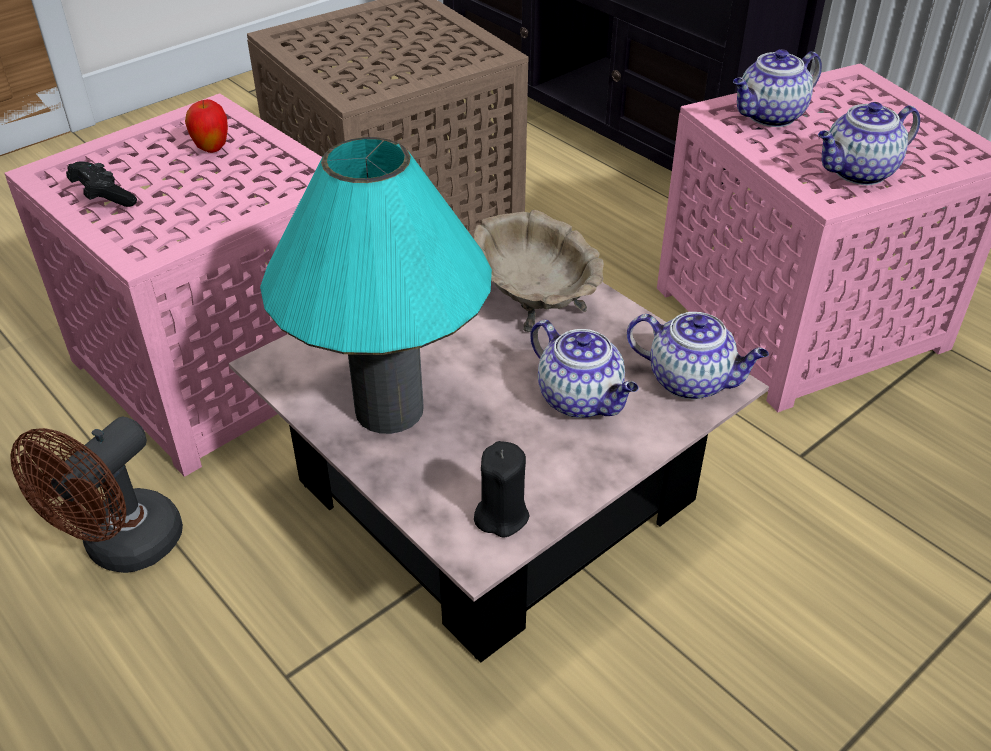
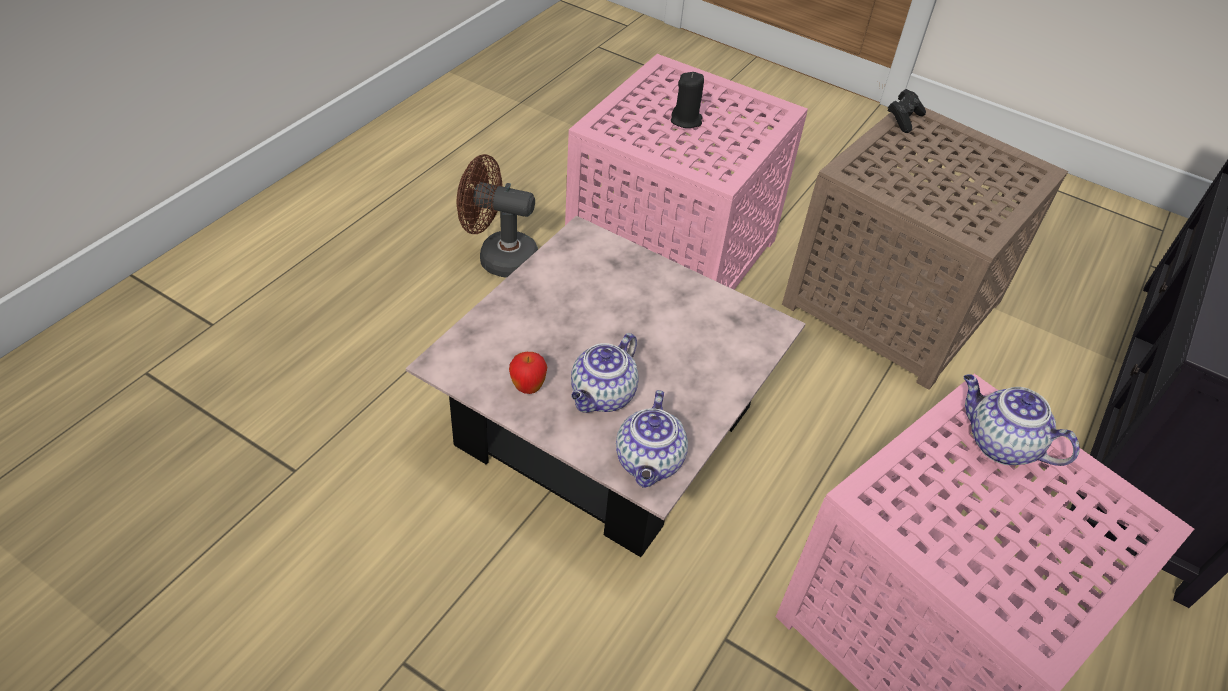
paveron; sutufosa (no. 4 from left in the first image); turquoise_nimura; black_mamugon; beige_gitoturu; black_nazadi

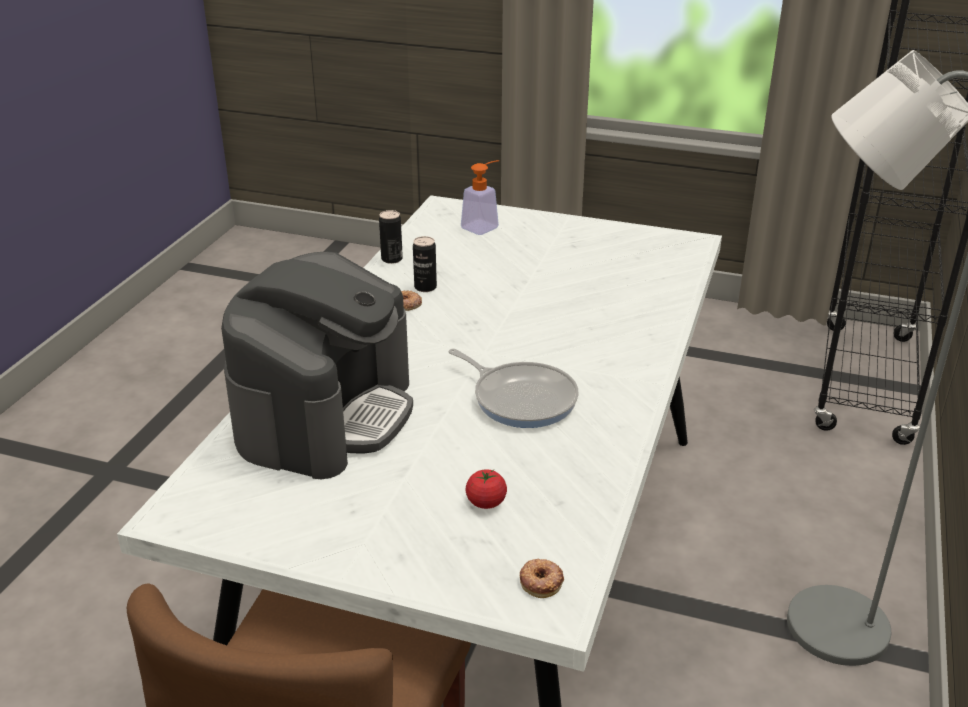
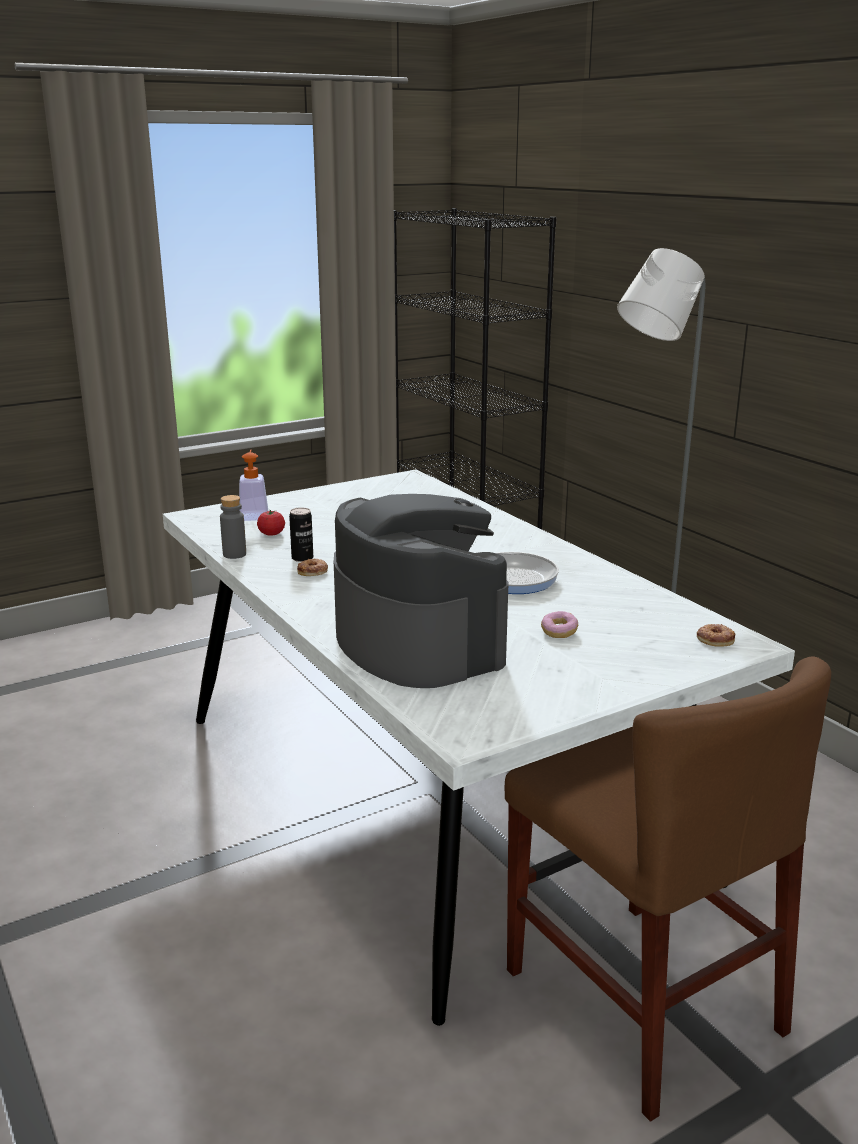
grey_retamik; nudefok; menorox (no. 2 from left)

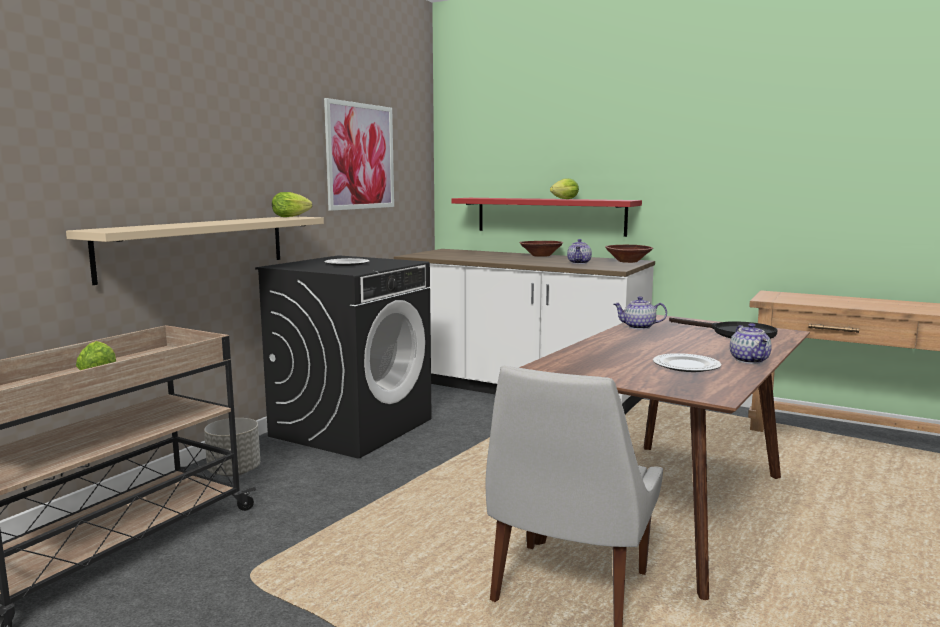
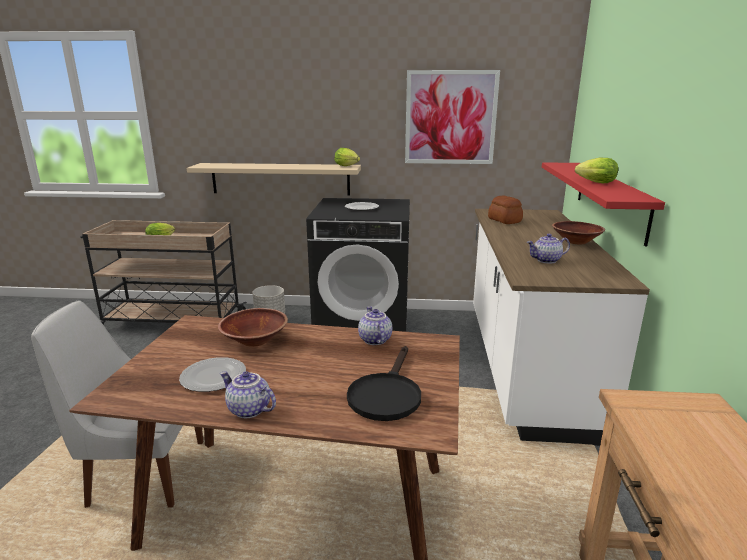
brown_gitoturu (no. 1 from left); sutufosa (no. 1 from left); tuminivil

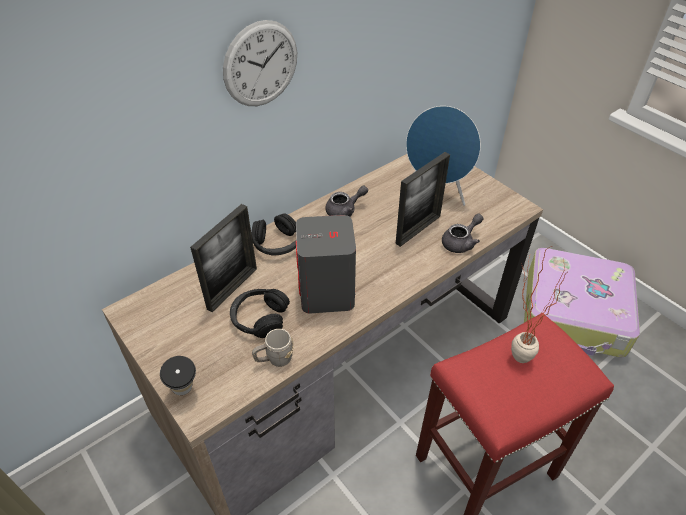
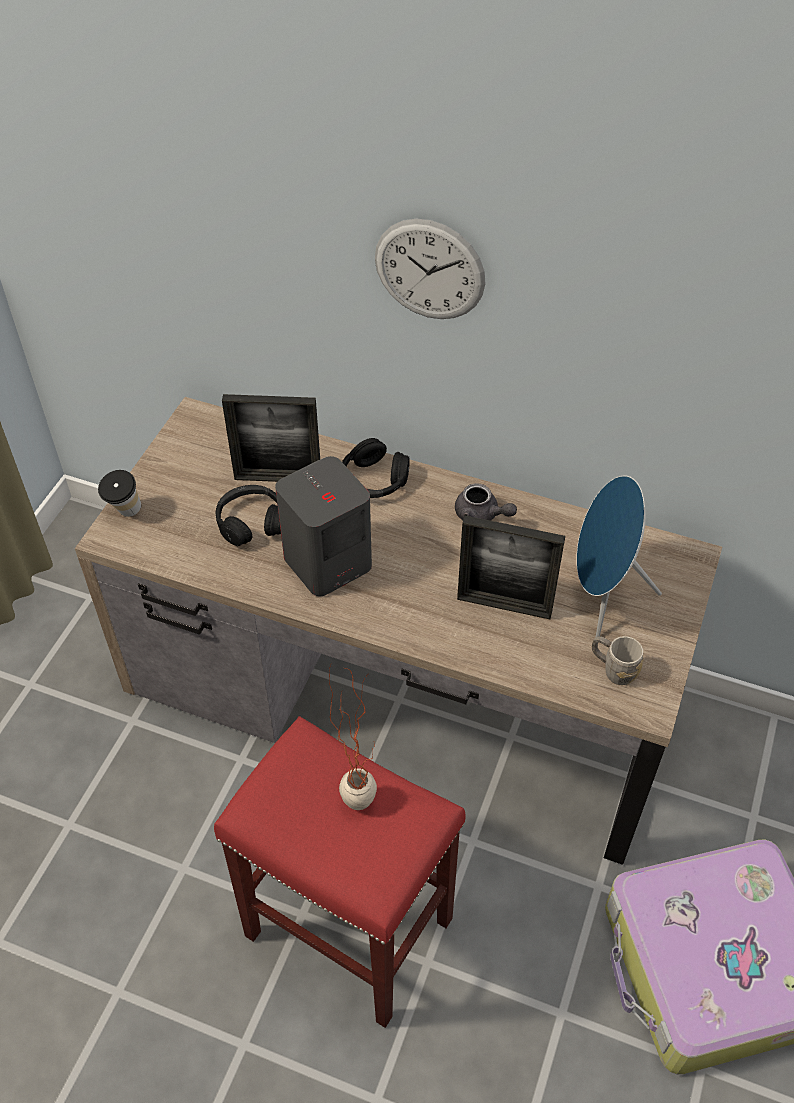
grey_sutufosa (no. 2 from left in the first image); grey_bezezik

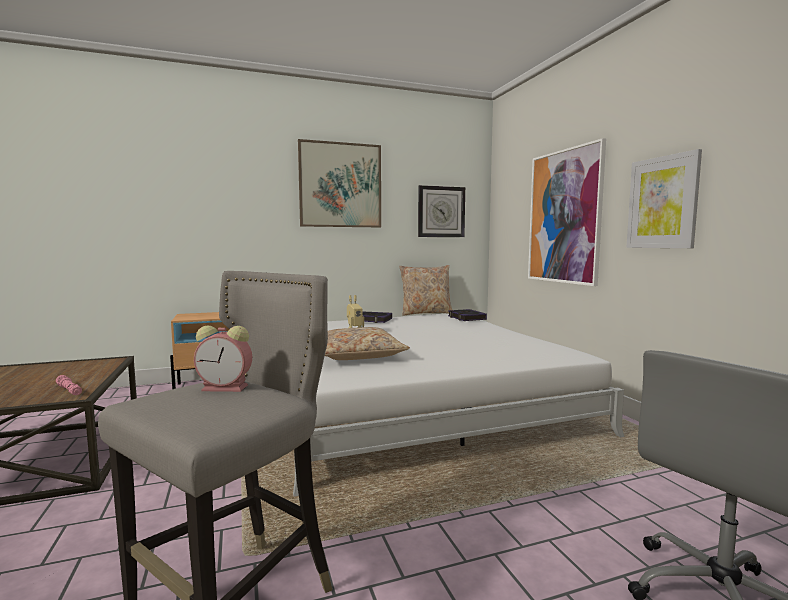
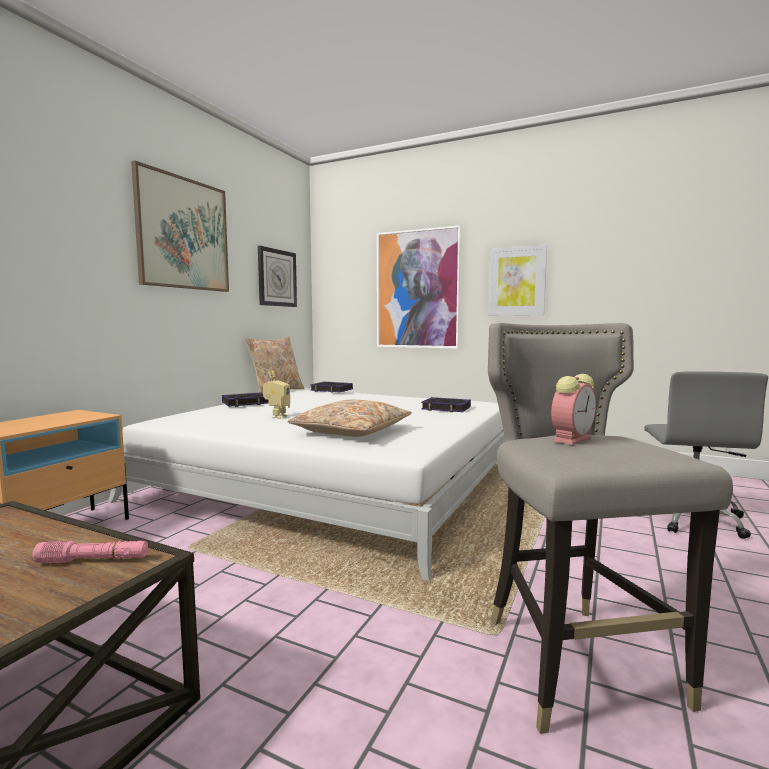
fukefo (no. 3 from left)

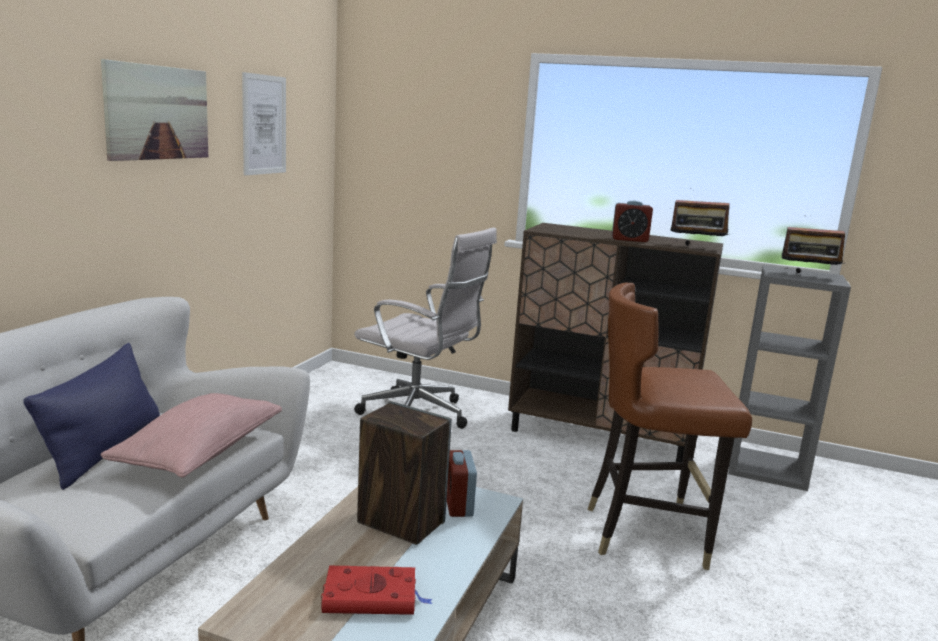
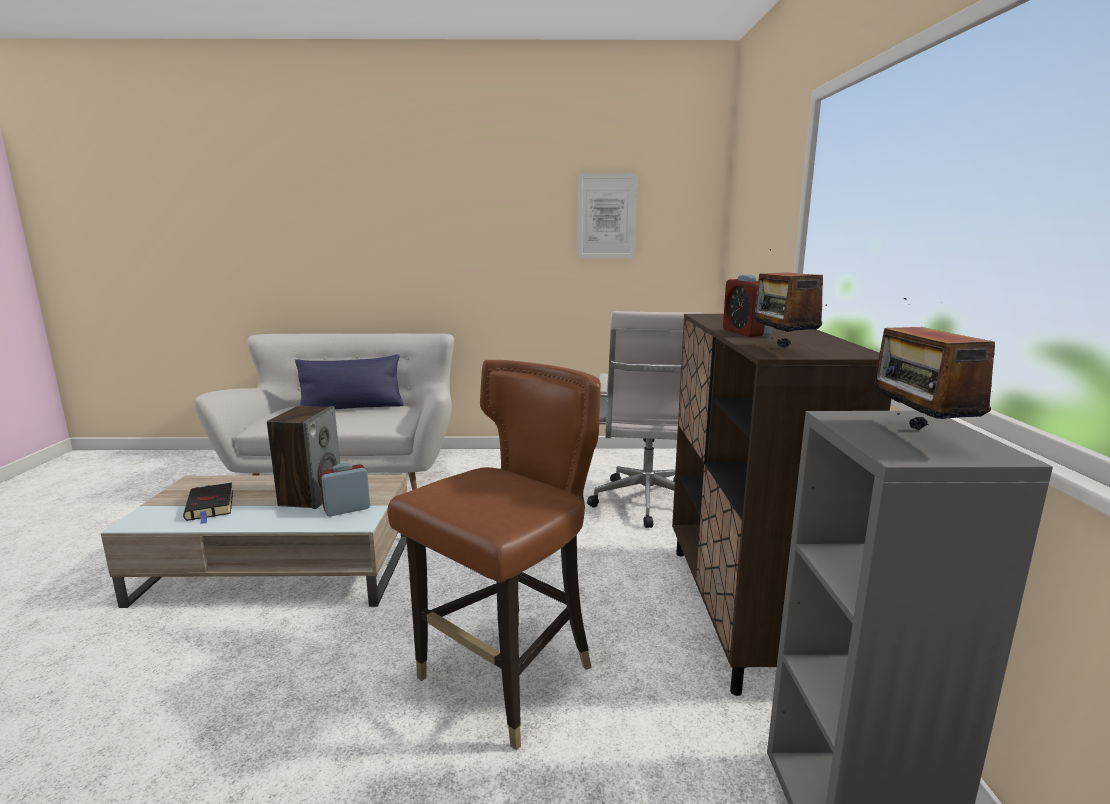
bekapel (no. 1 from left in the first image); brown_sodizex; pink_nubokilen; black_fukefo

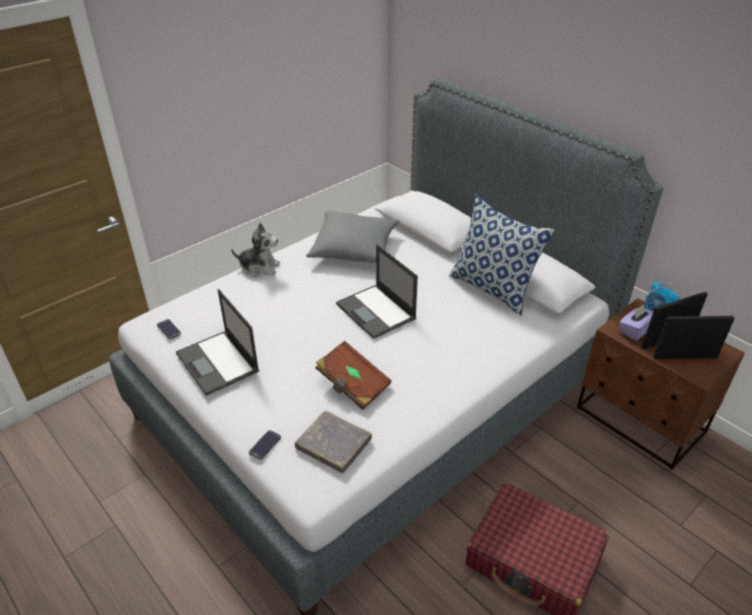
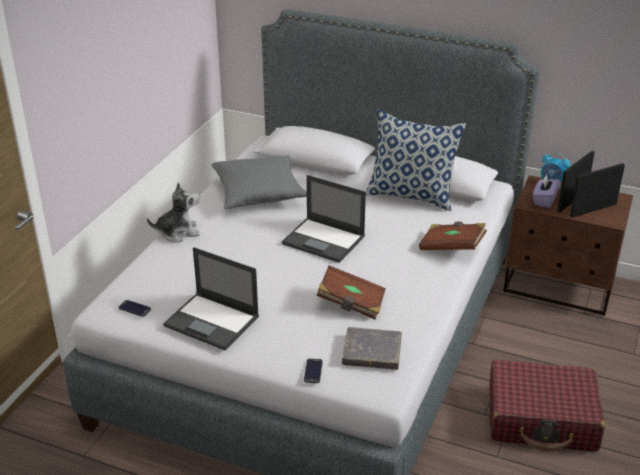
brown_fukefo (no. 2 from left)

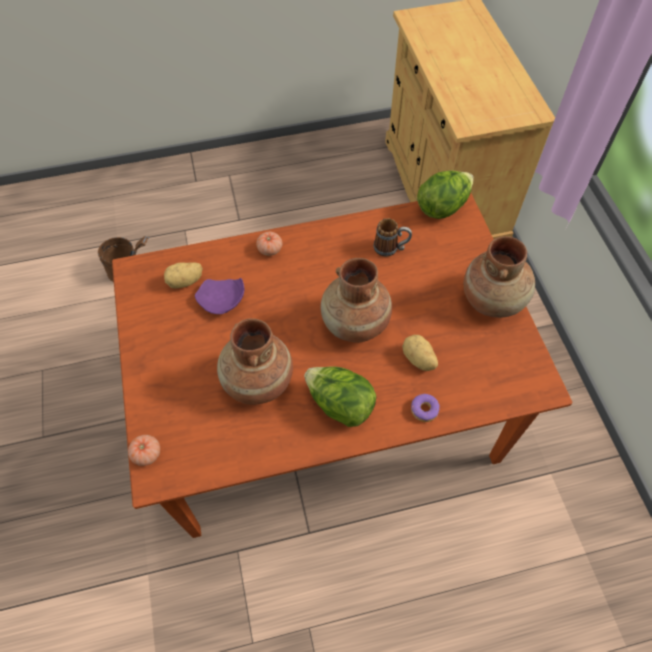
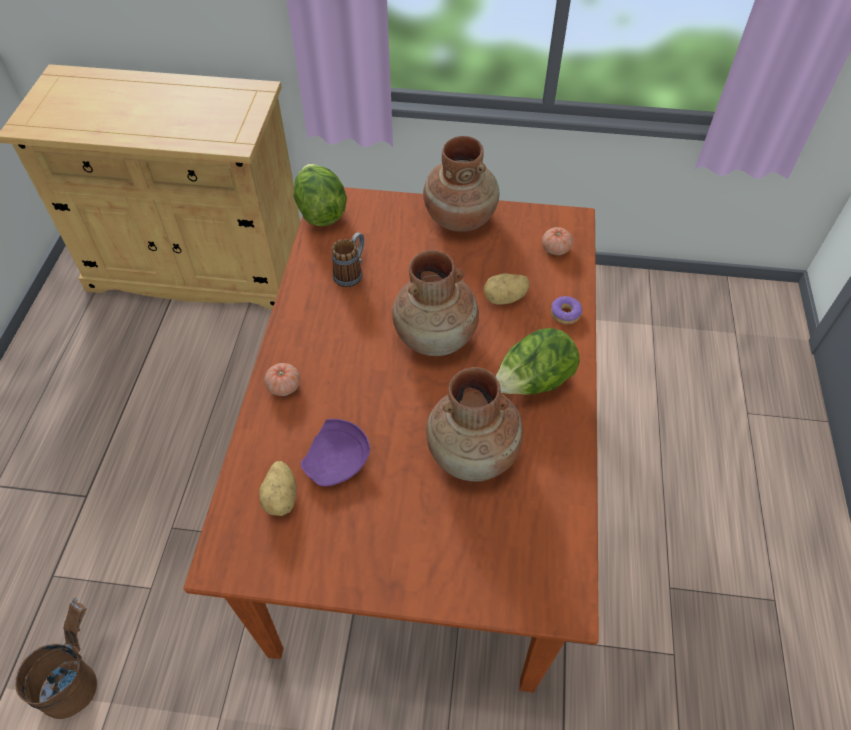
nudefok (no. 2 from left)

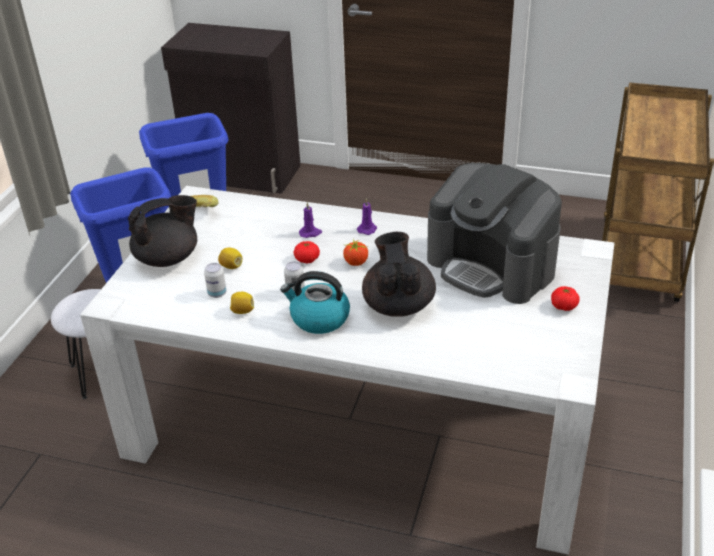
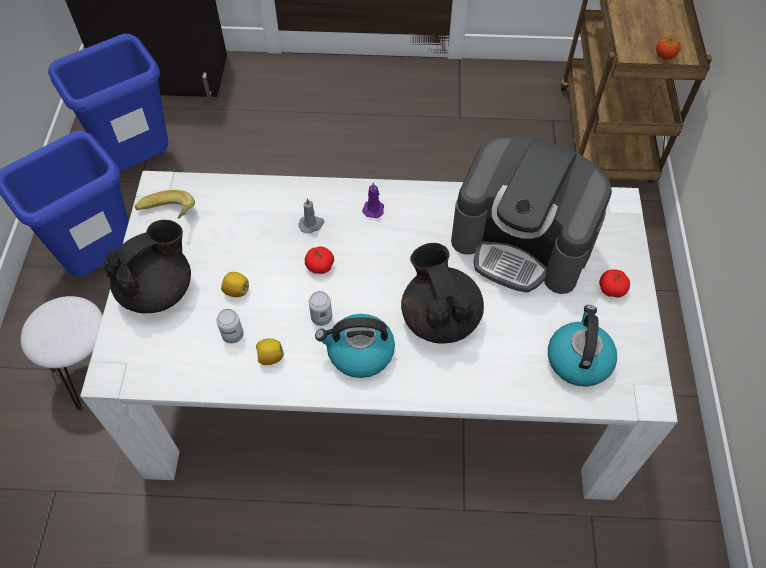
grey_nazadi; nudefok (no. 3 from left); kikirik (no. 2 from left)

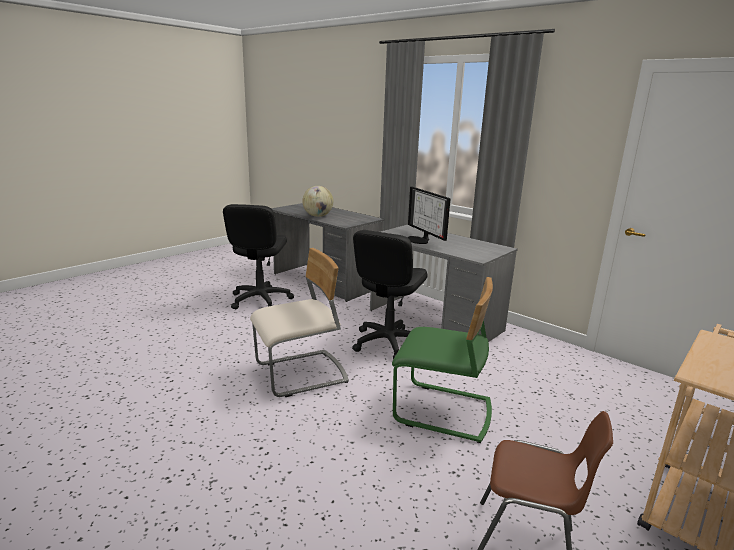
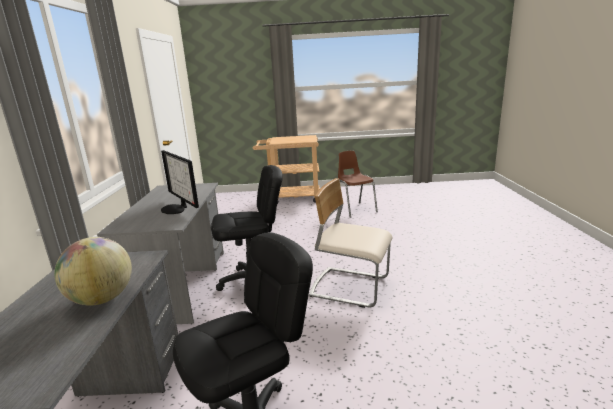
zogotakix; green_sodizex

